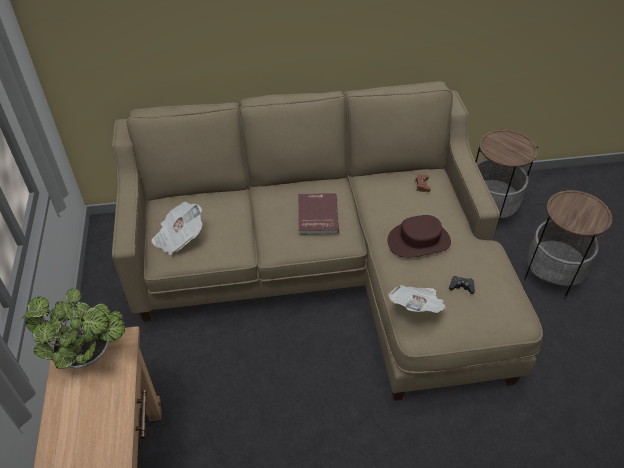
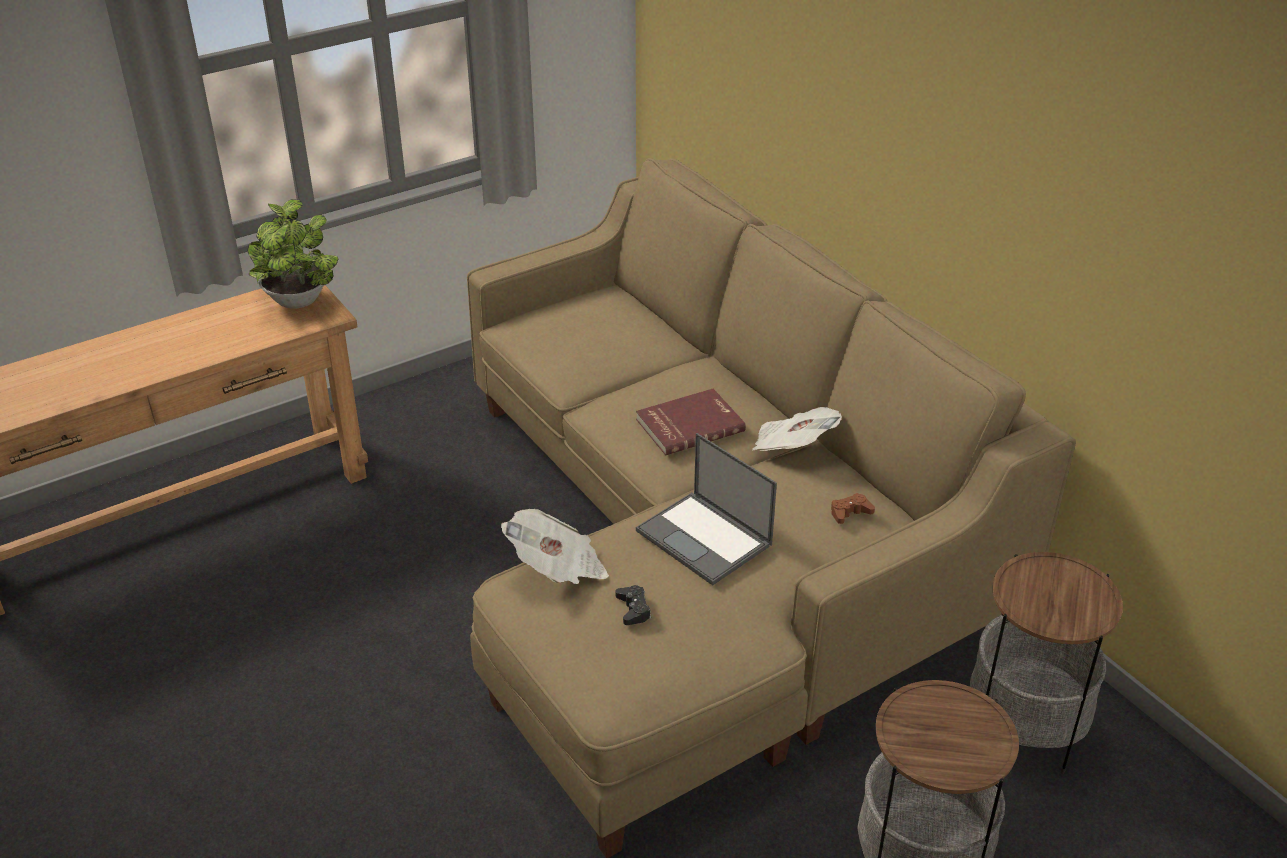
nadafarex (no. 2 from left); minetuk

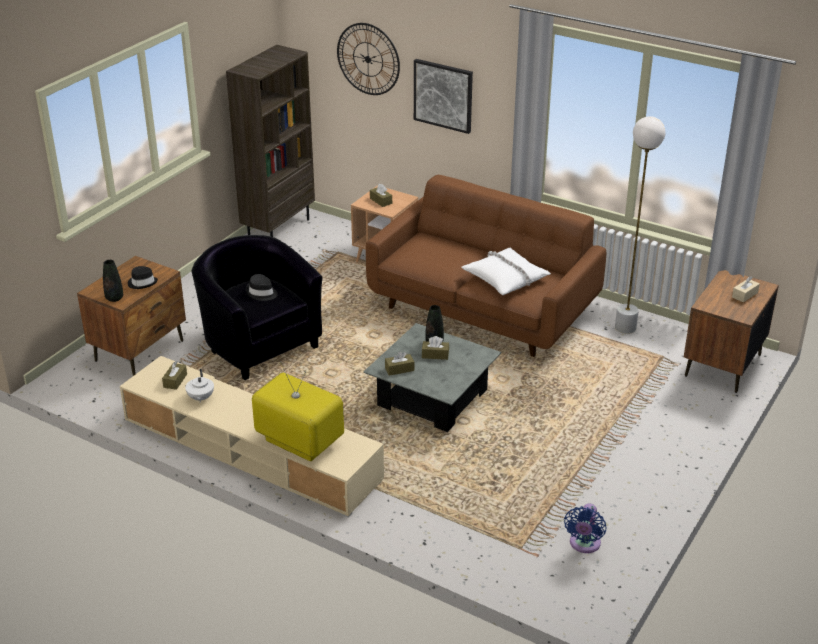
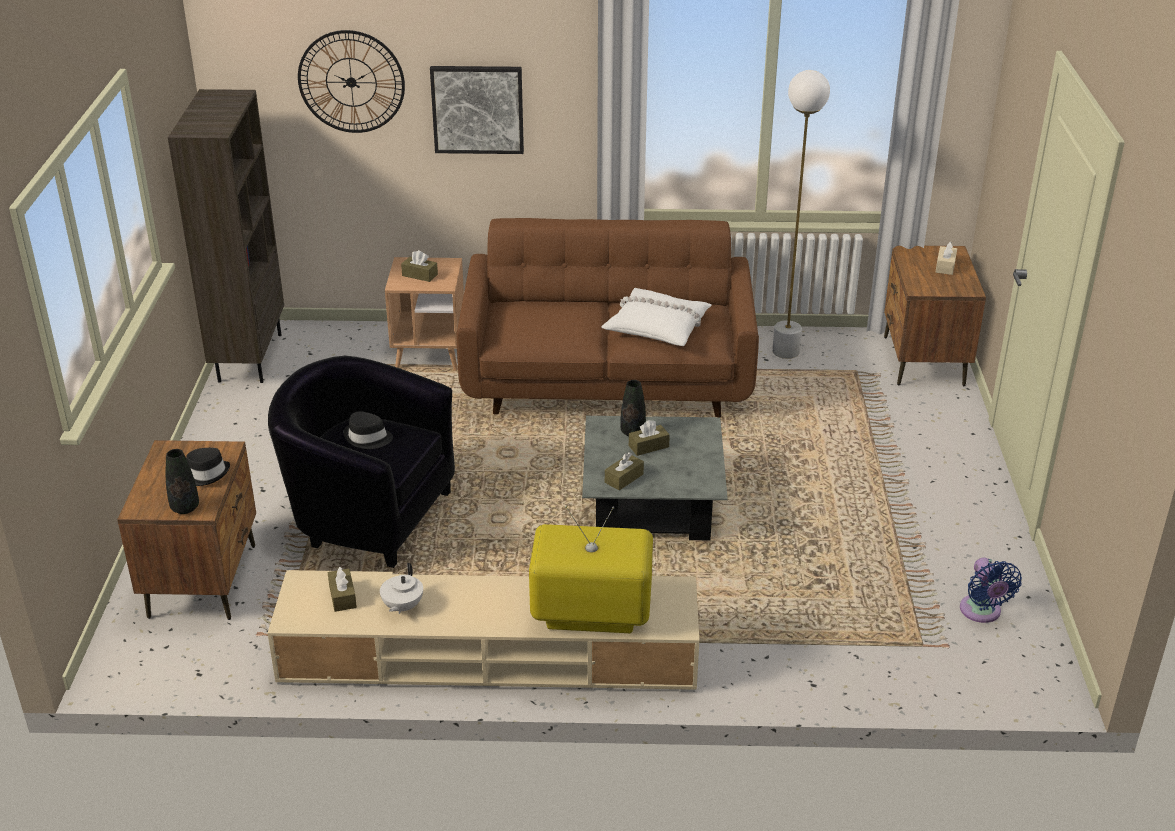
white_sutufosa

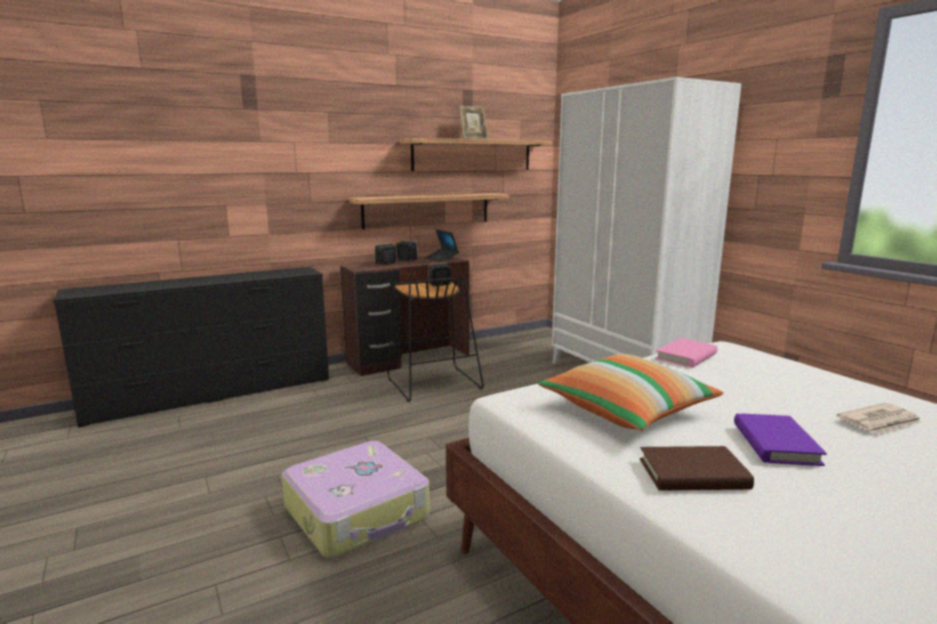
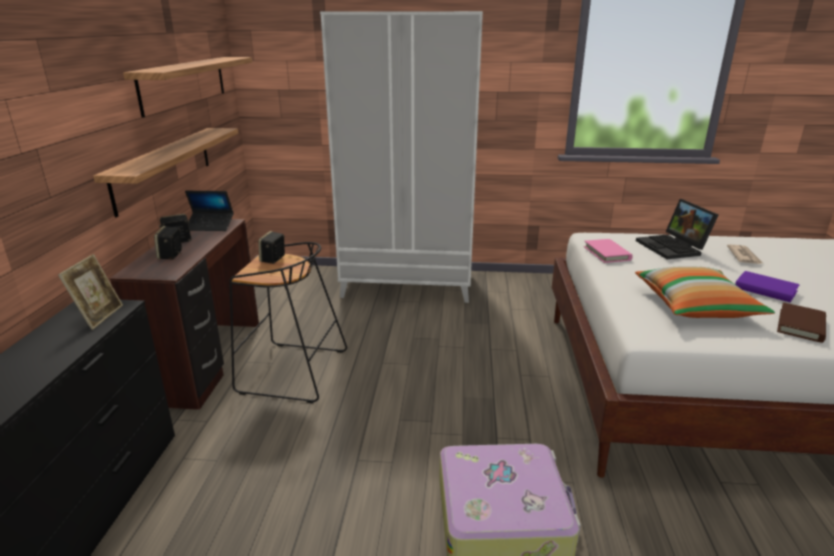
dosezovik; minetuk (no. 2 from left)

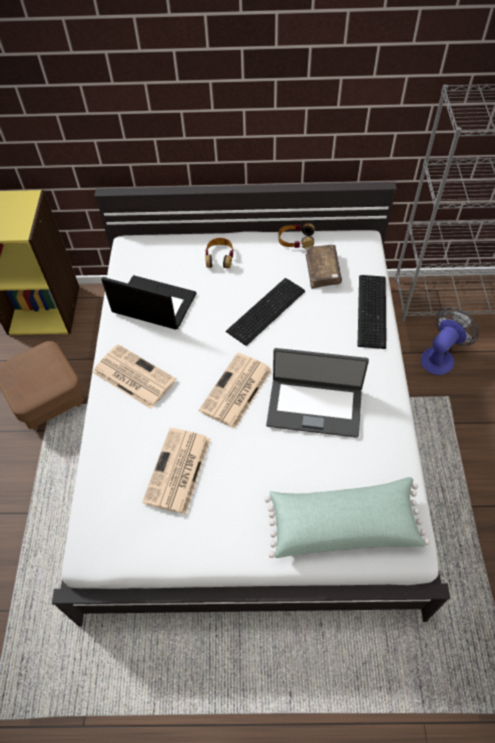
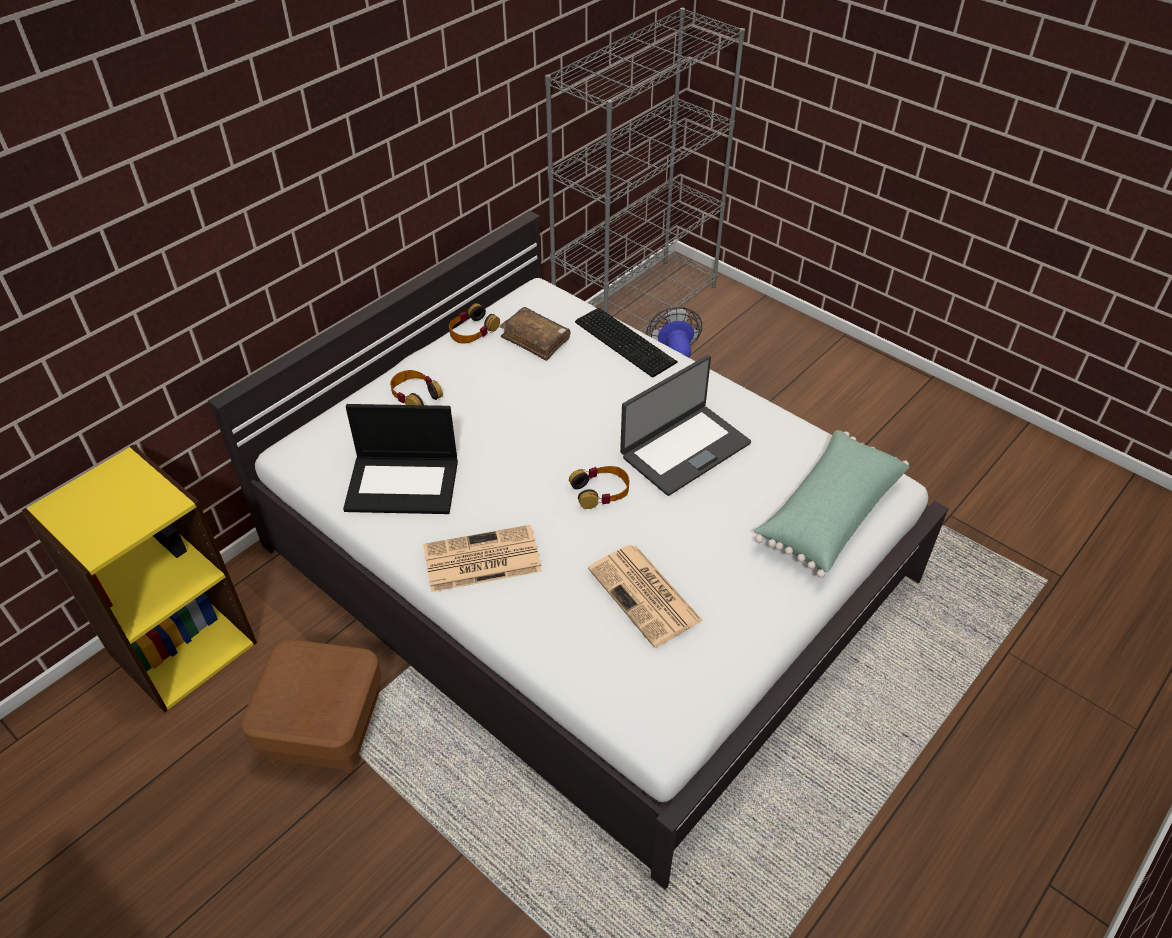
minetuk (no. 1 from left); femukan (no. 1 from left in the first image); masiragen (no. 3 from left)

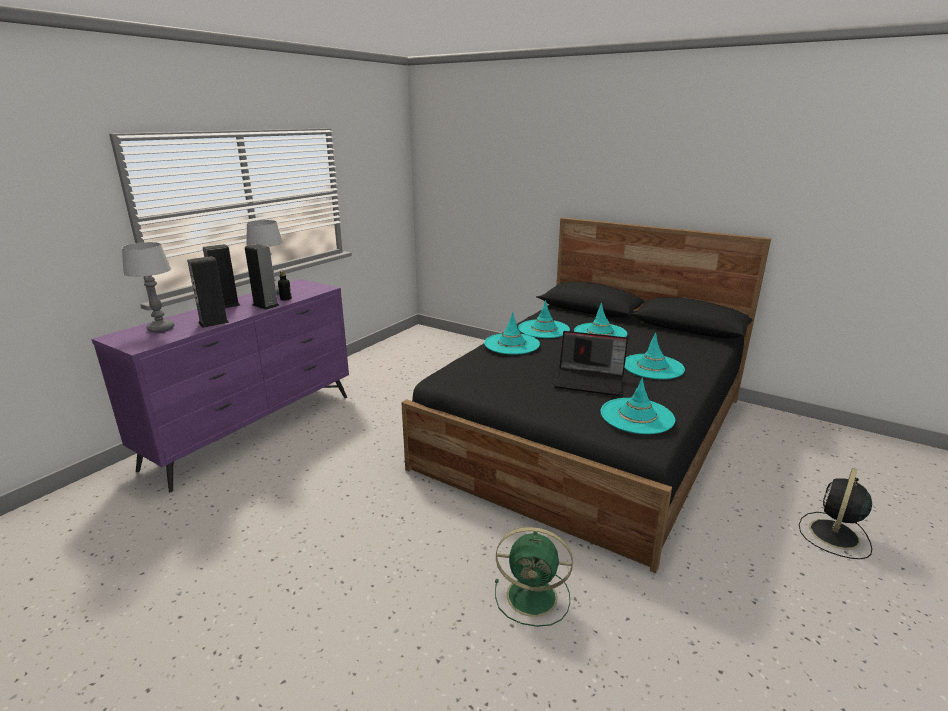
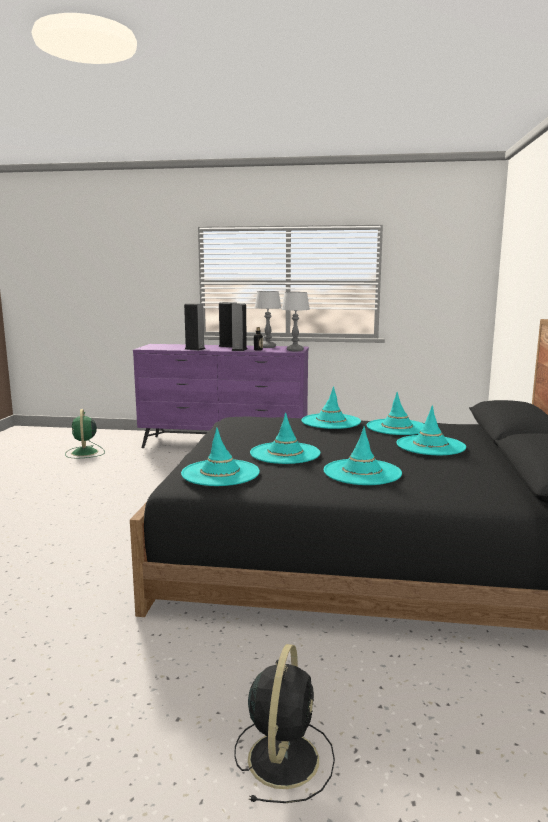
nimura (no. 2 from left); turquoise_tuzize (no. 2 from left); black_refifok; green_refifok

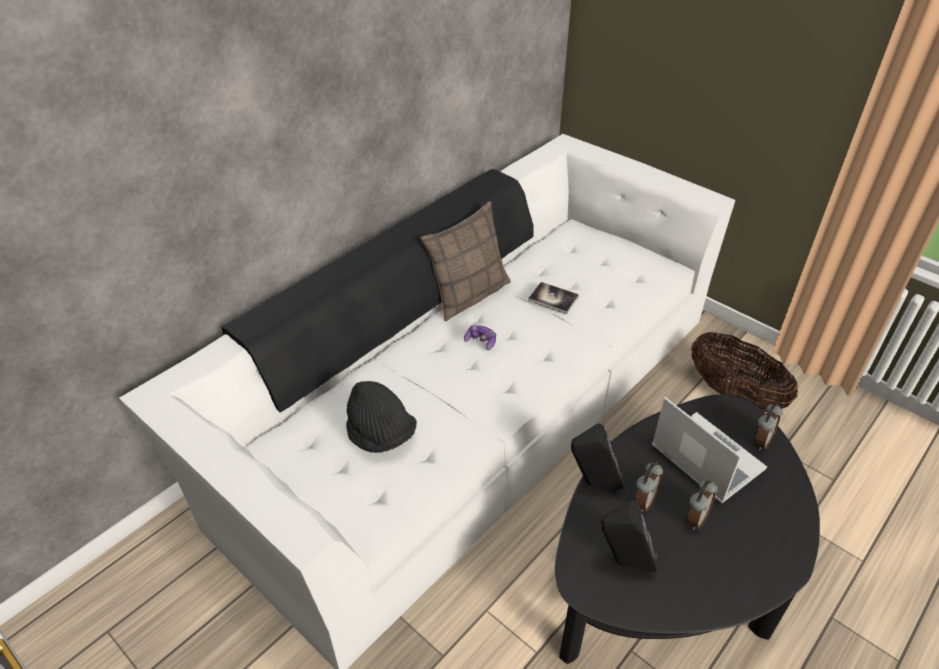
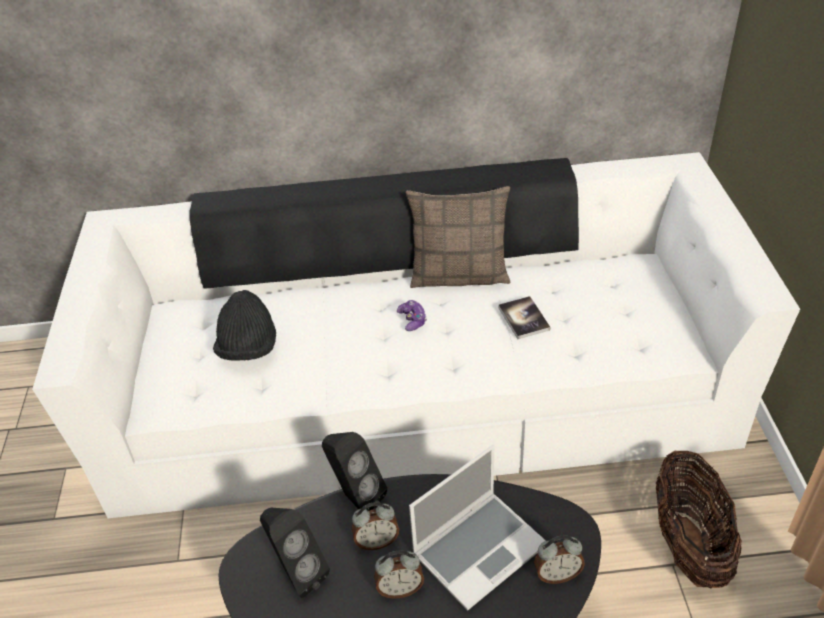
minetuk

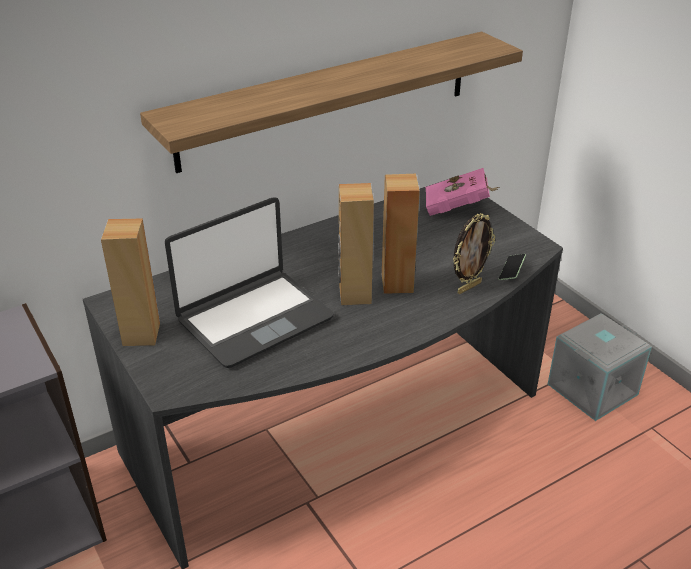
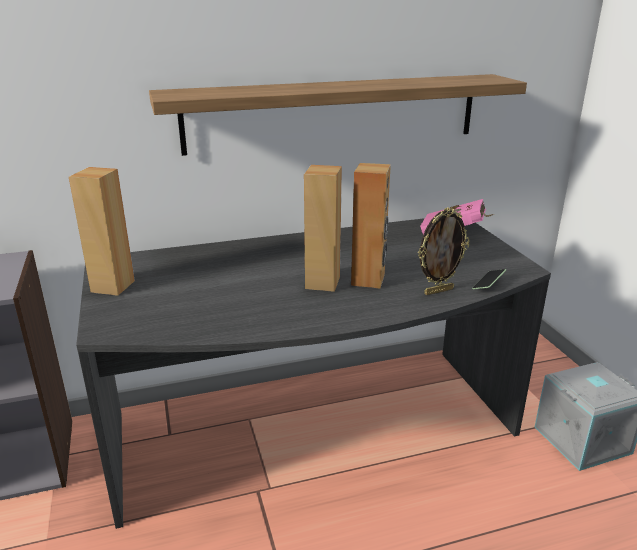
minetuk

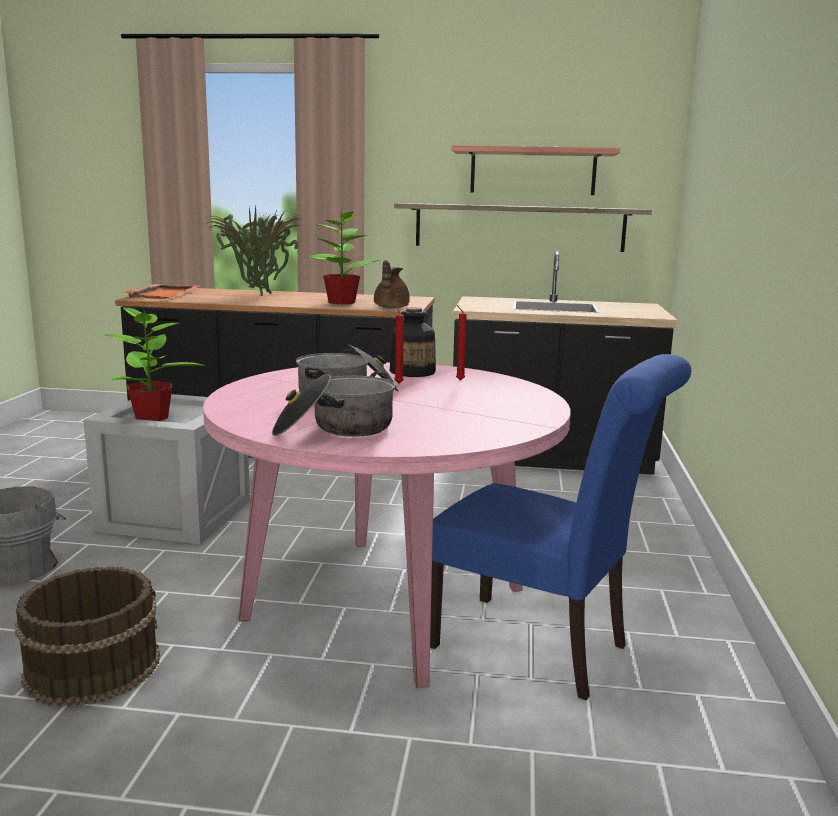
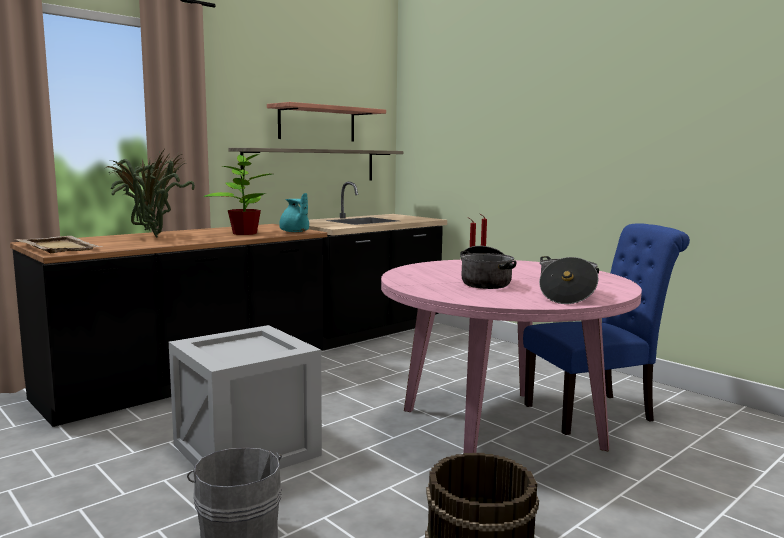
turquoise_sutufosa; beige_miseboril; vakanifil (no. 1 from left in the first image); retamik

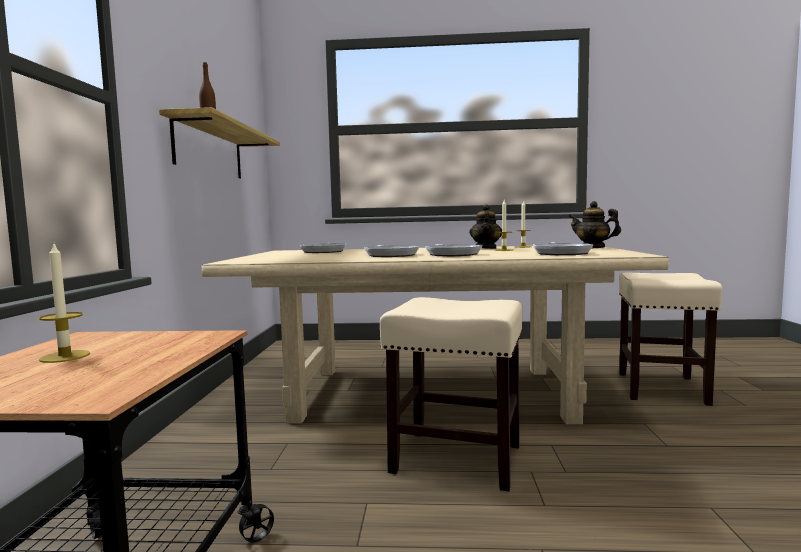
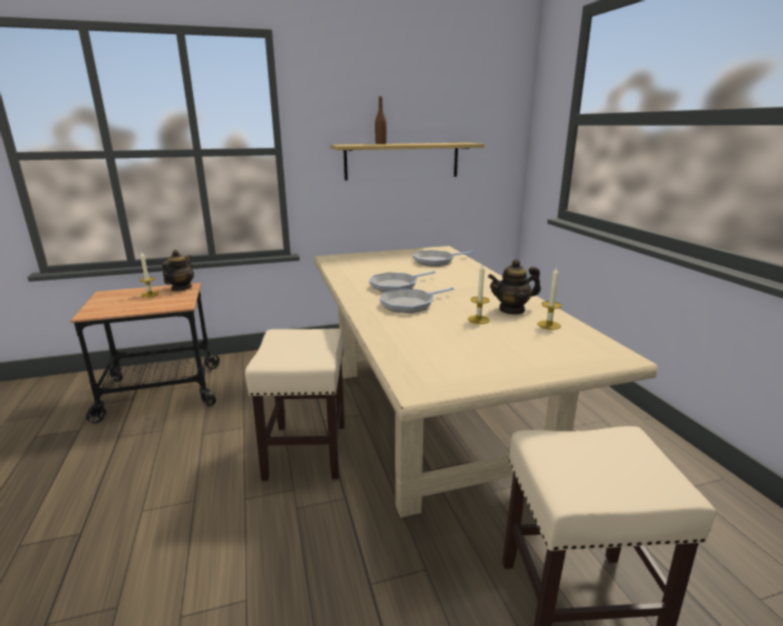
sutufosa (no. 1 from left); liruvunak (no. 4 from left in the first image)

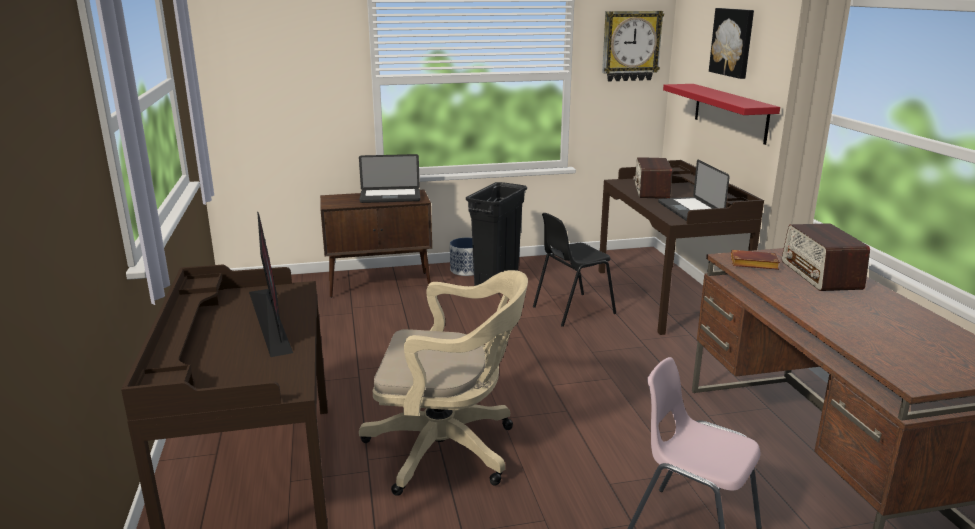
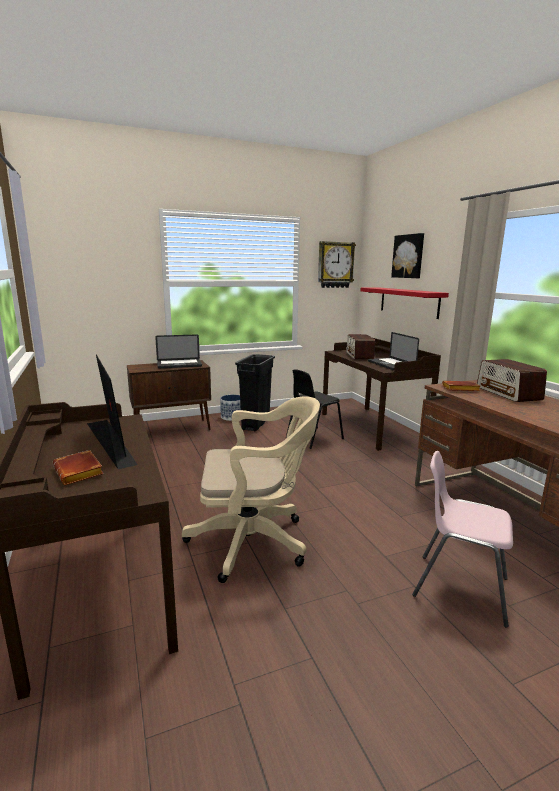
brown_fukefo (no. 1 from left)

